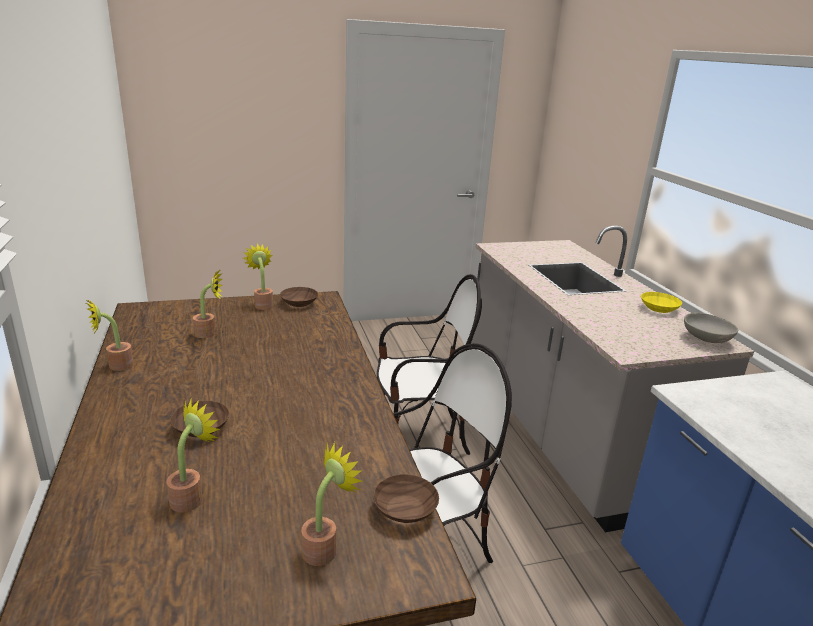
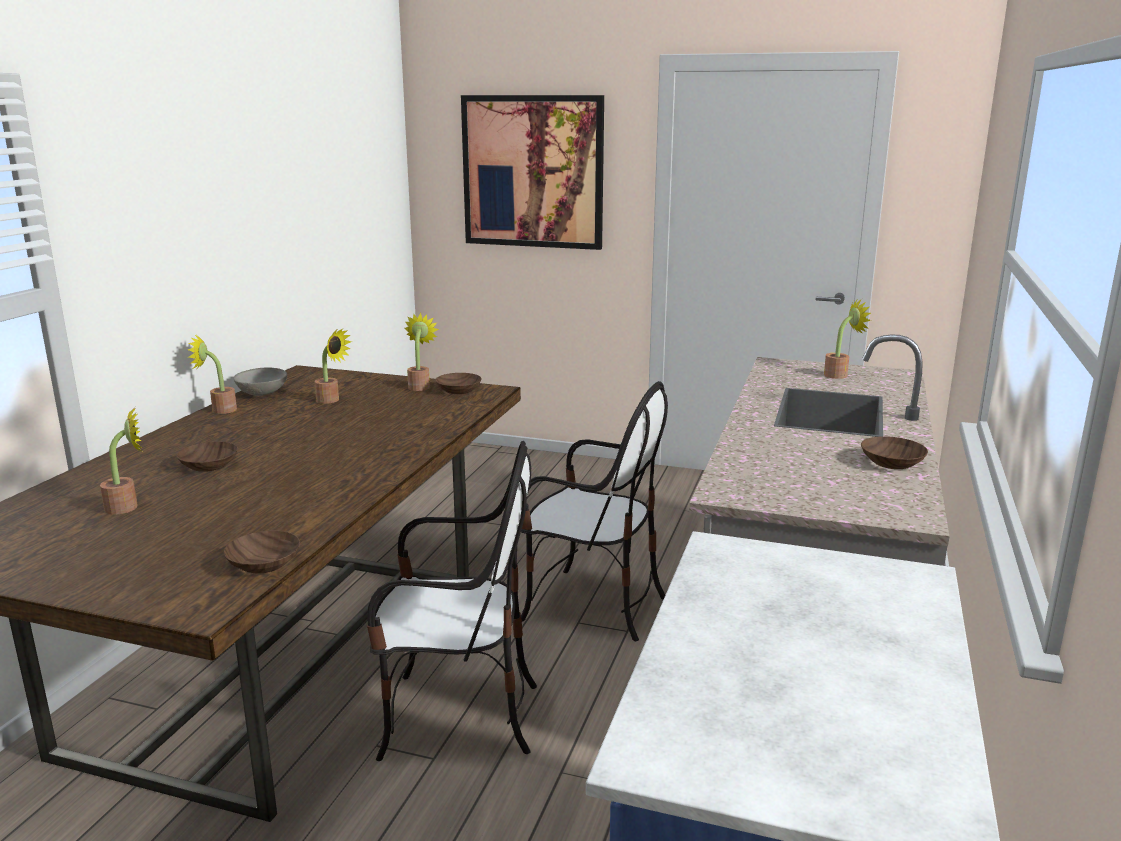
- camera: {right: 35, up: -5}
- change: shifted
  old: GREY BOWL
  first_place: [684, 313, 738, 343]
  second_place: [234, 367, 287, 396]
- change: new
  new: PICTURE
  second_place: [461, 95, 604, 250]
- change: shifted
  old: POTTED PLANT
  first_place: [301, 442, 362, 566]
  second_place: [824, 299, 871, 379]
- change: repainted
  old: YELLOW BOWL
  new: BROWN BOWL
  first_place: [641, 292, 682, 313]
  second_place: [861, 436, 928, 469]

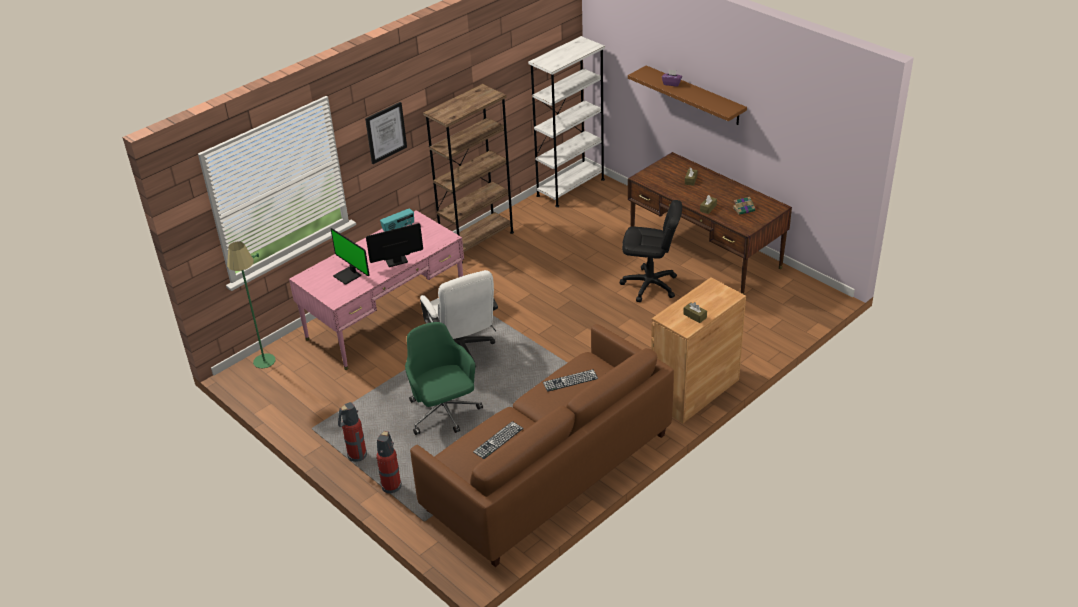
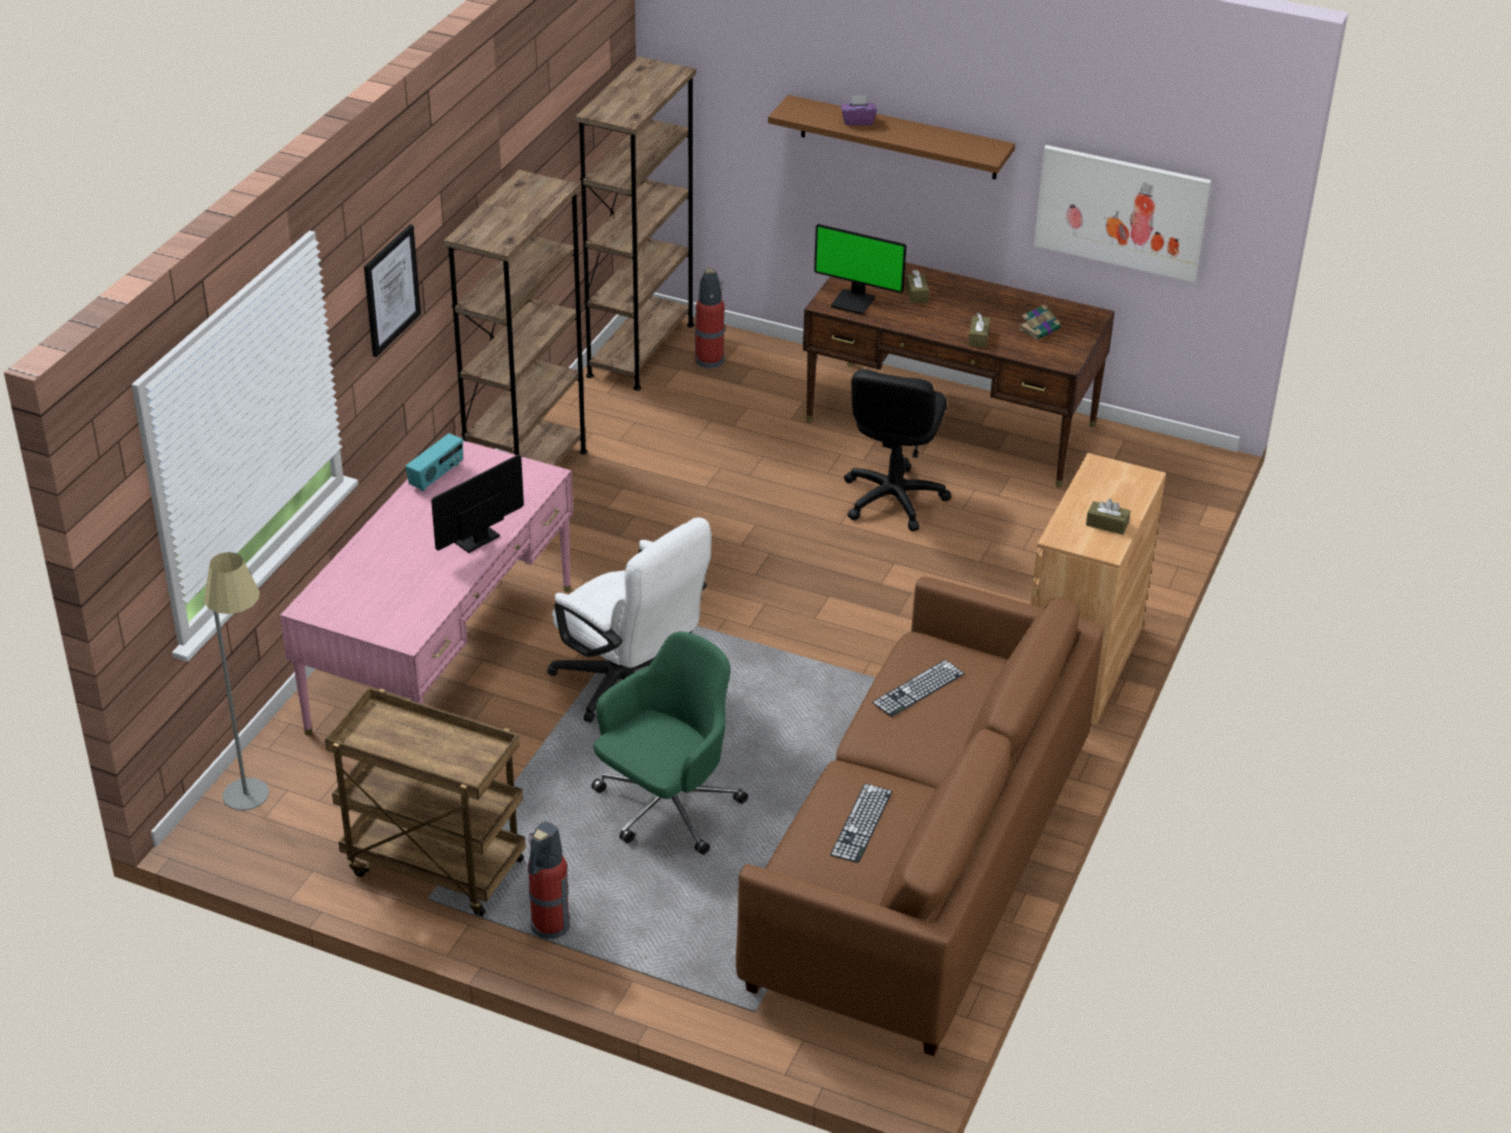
- camera: {right: -25, up: 0}
- change: repainted
  old: GREEN FLOOR LAMP
  new: GREY FLOOR LAMP
  first_place: [227, 242, 276, 368]
  second_place: [204, 552, 269, 811]
- change: new
  new: BROWN CART
  second_place: [325, 688, 526, 916]
- change: repainted
  old: WHITE BOOKCASE
  new: BROWN BOOKCASE
  first_place: [528, 36, 605, 207]
  second_place: [575, 57, 696, 391]
- change: rotated
  old: GREEN OFFICE CHAIR
  first_place: [405, 322, 483, 435]
  second_place: [591, 632, 748, 855]
  degrees: 90
- change: shifted
  old: FIRE EXTINGUISHER
  first_place: [376, 431, 402, 494]
  second_place: [695, 268, 725, 368]
- change: shifted
  old: MONITOR
  first_place: [331, 228, 370, 285]
  second_place: [814, 224, 906, 315]
- change: rotated
  old: BLACK OFFICE CHAIR
  first_place: [620, 200, 682, 302]
  second_place: [844, 369, 951, 531]
  degrees: 120
- change: new
  new: PICTURE
  second_place: [1034, 145, 1211, 282]

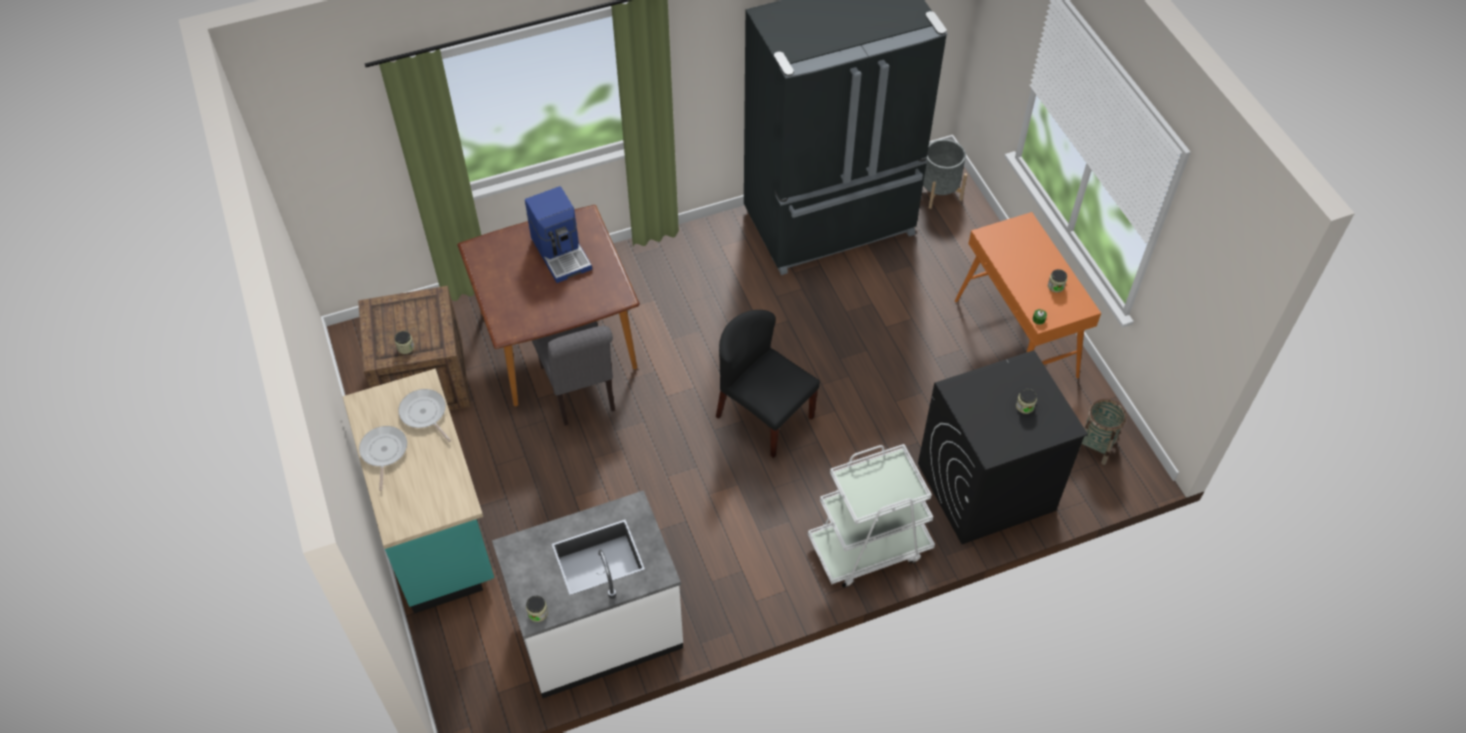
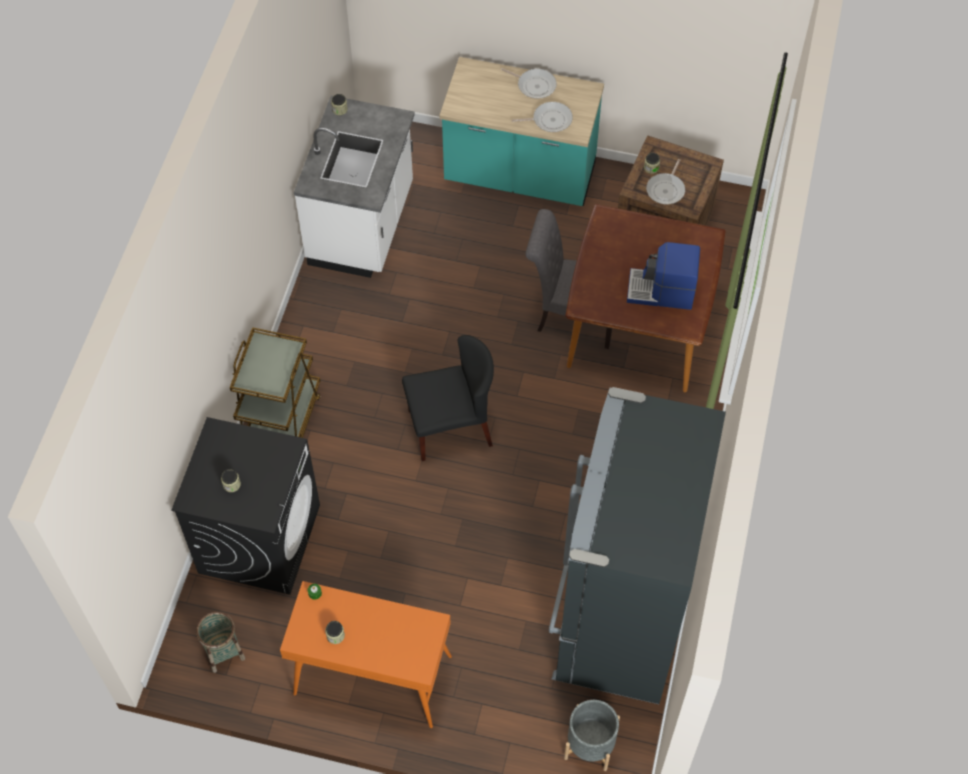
- camera: {right: 125, up: 5}
- change: repainted
  old: WHITE CART
  new: BROWN CART
  first_place: [808, 444, 935, 587]
  second_place: [230, 327, 321, 438]
- change: new
  new: FRYING PAN
  second_place: [646, 159, 685, 205]

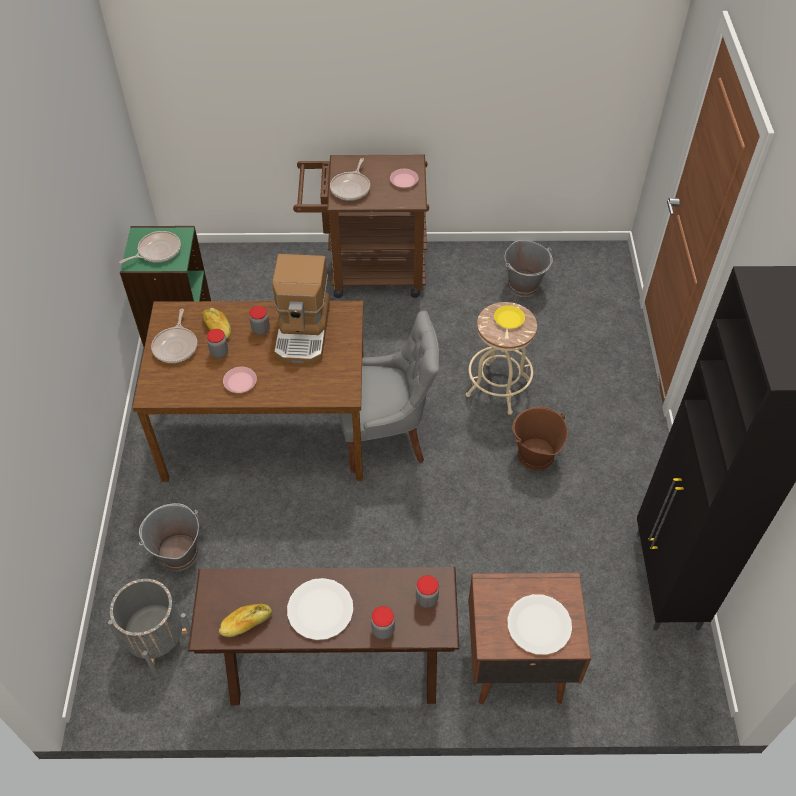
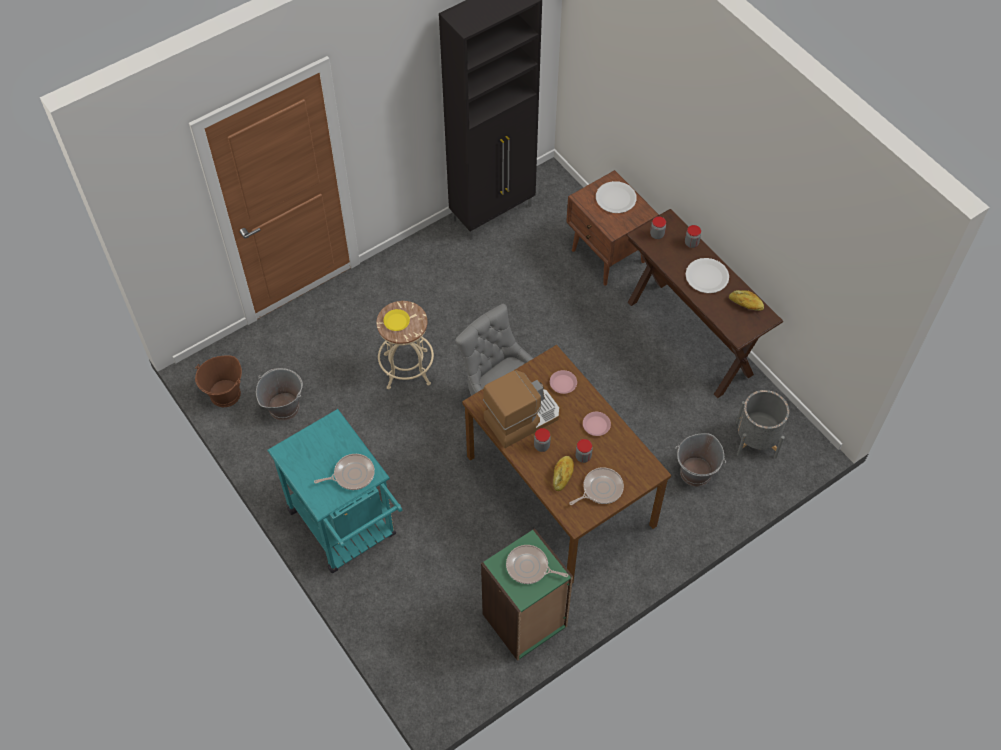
- camera: {right: -125, up: 5}
- change: shifted
  old: BROWN BUCKET
  first_place: [512, 407, 568, 471]
  second_place: [195, 355, 242, 407]
- change: repainted
  old: BROWN CART
  new: TURQUOISE CART
  first_place: [293, 155, 429, 298]
  second_place: [267, 409, 402, 573]
- change: shifted
  old: PINK PLATE
  first_place: [390, 169, 419, 188]
  second_place: [550, 370, 577, 394]

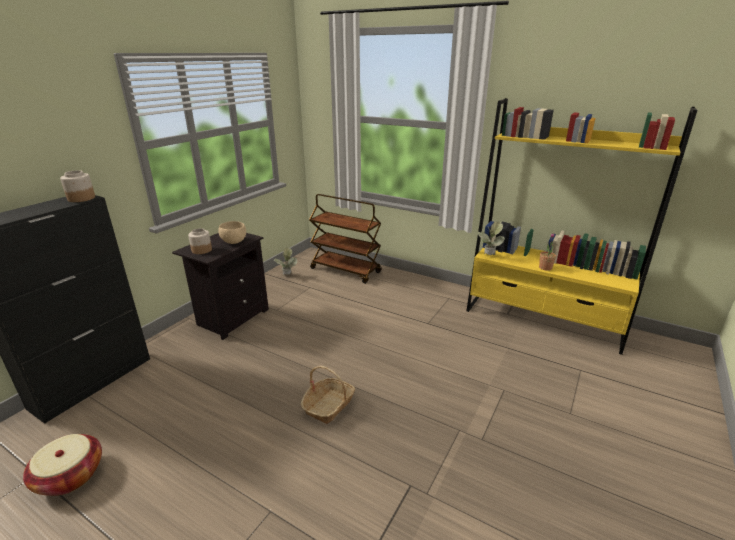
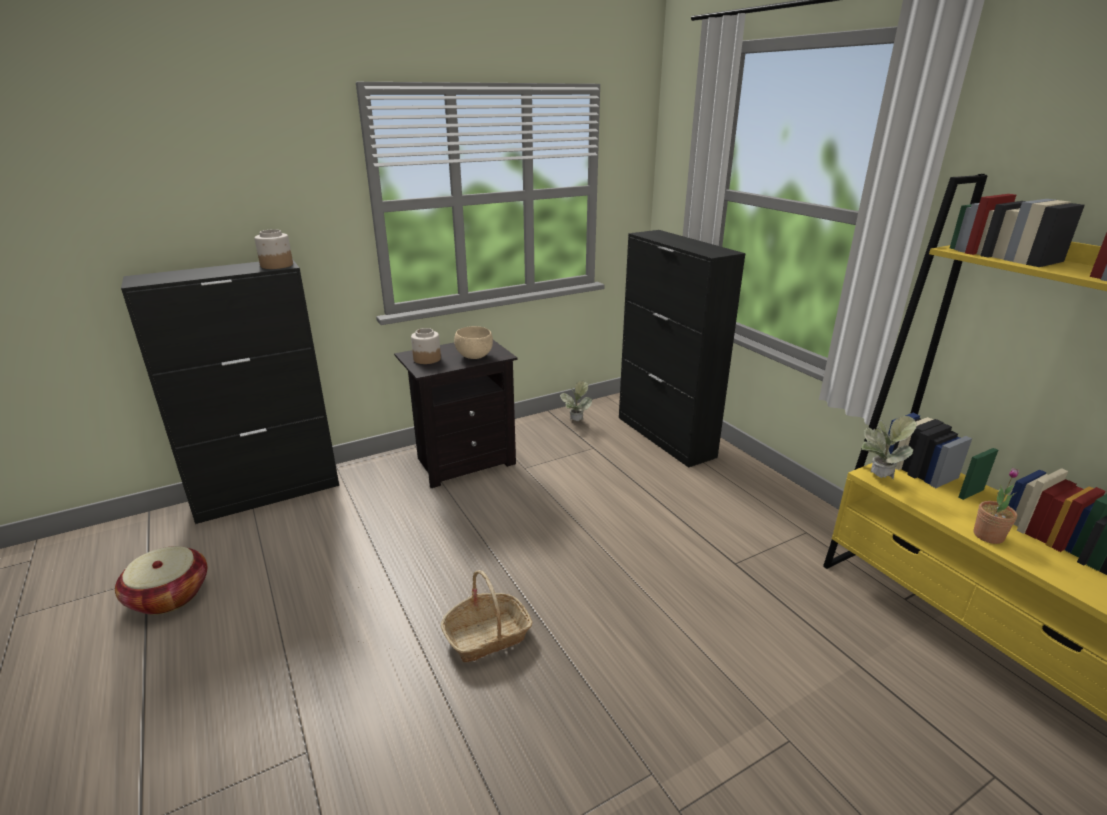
- camera: {right: 30, up: 0}
- change: swapped
  old: BROWN CART
  new: BLACK CABINET
  first_place: [309, 194, 382, 284]
  second_place: [619, 230, 746, 468]

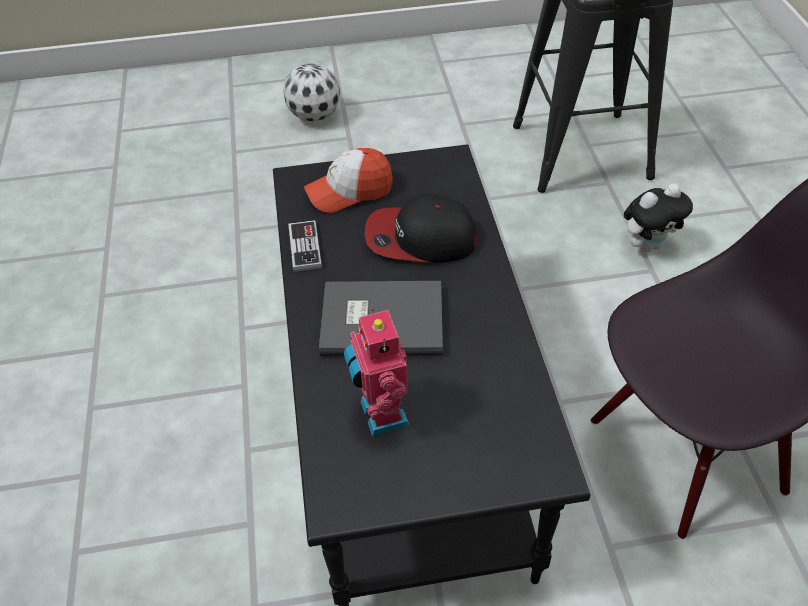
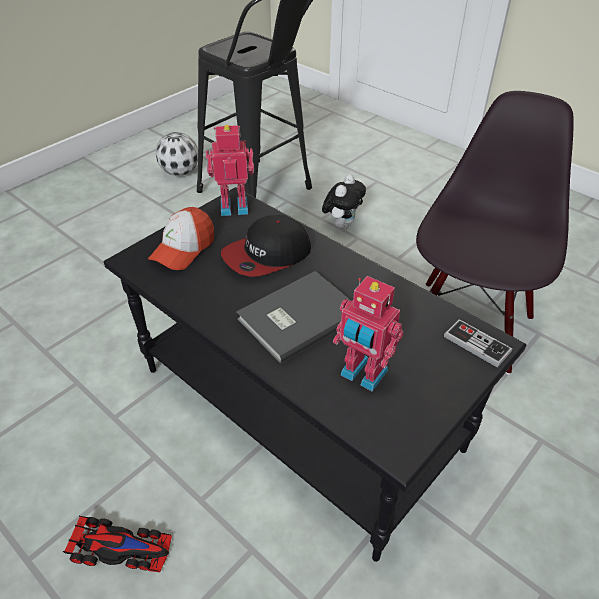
- camera: {right: -40, up: -5}
- change: new
  new: TOY CAR
  second_place: [63, 516, 172, 572]
- change: shifted
  old: FOOTBALL
  first_place: [283, 63, 340, 122]
  second_place: [156, 132, 198, 176]
- change: new
  new: TOY ROBOT
  second_place: [206, 125, 254, 216]
- change: shifted
  old: GAME CONTROLLER
  first_place: [288, 220, 322, 272]
  second_place: [444, 319, 512, 368]

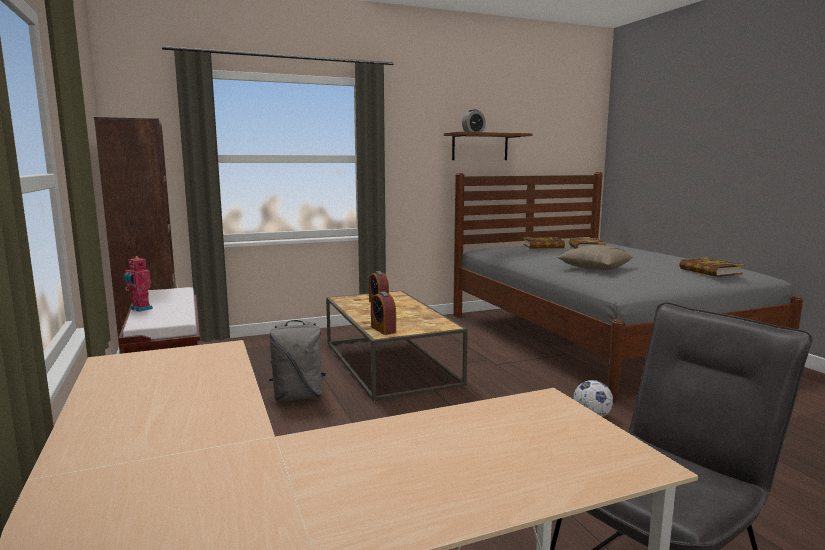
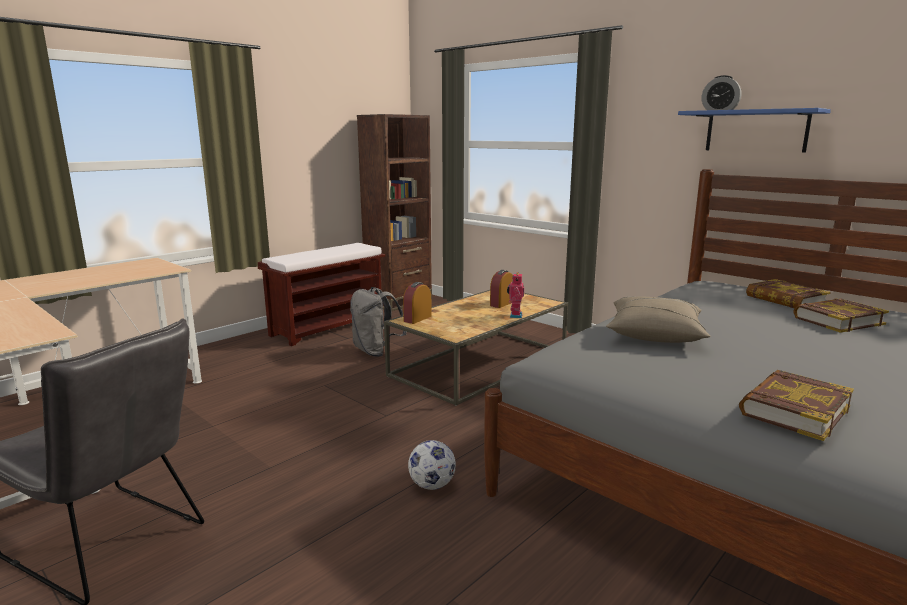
- camera: {right: 65, up: 5}
- change: shifted
  old: TOY ROBOT
  first_place: [124, 256, 153, 312]
  second_place: [507, 273, 524, 318]
- change: repainted
  old: BROWN SHELF
  new: BLUE SHELF
  first_place: [444, 132, 533, 160]
  second_place: [678, 108, 831, 152]

